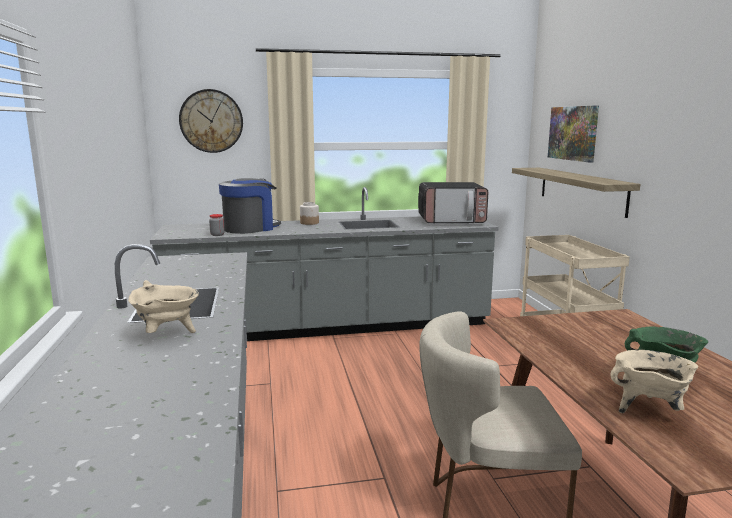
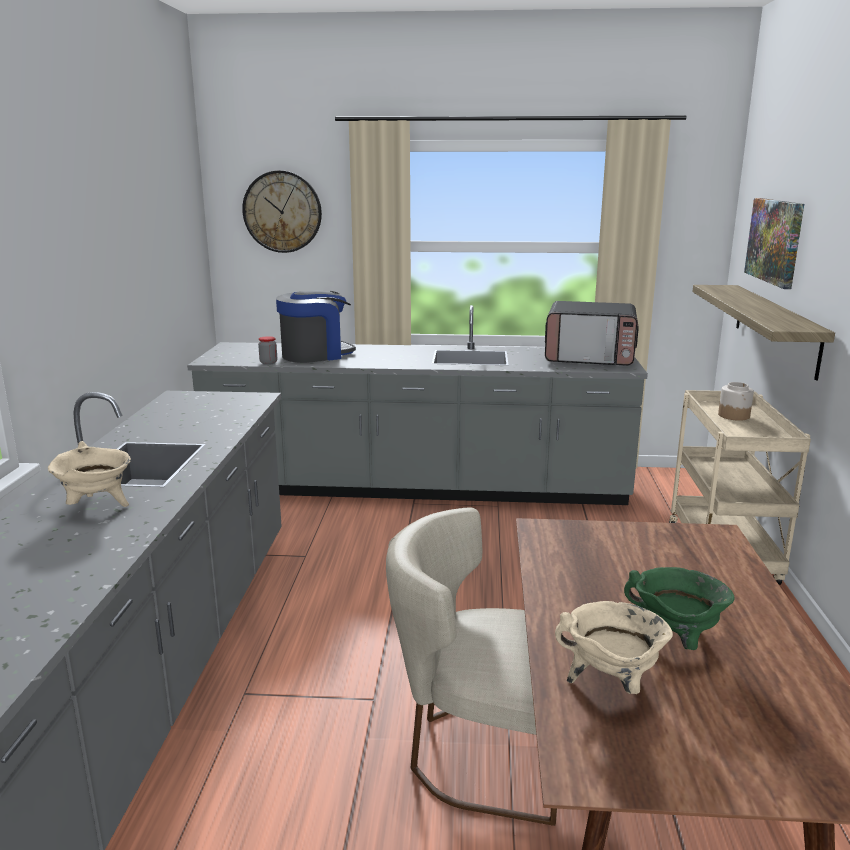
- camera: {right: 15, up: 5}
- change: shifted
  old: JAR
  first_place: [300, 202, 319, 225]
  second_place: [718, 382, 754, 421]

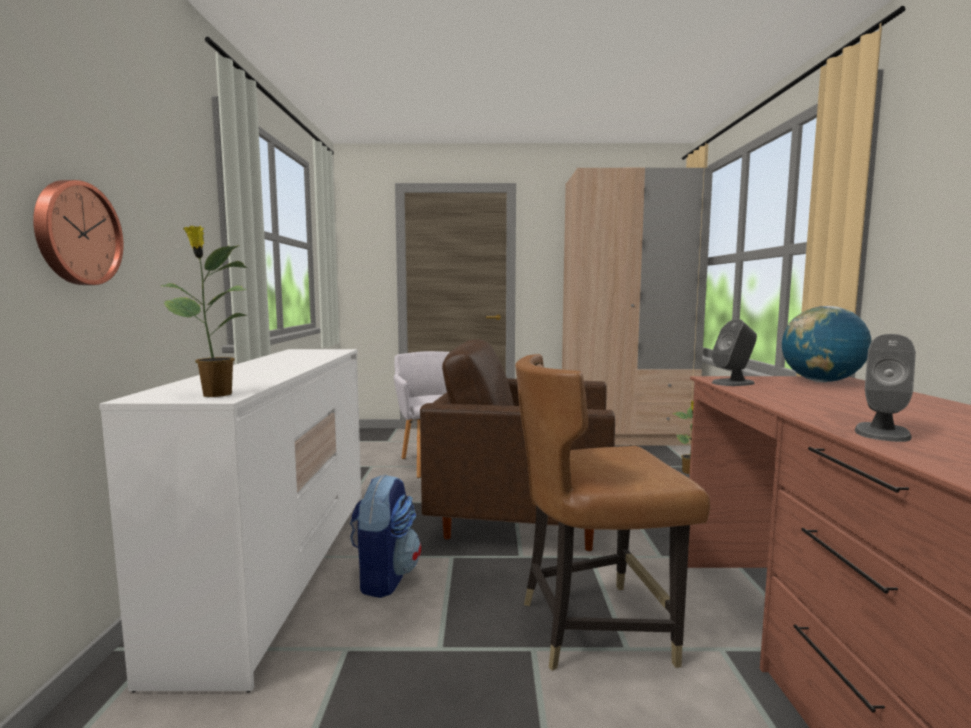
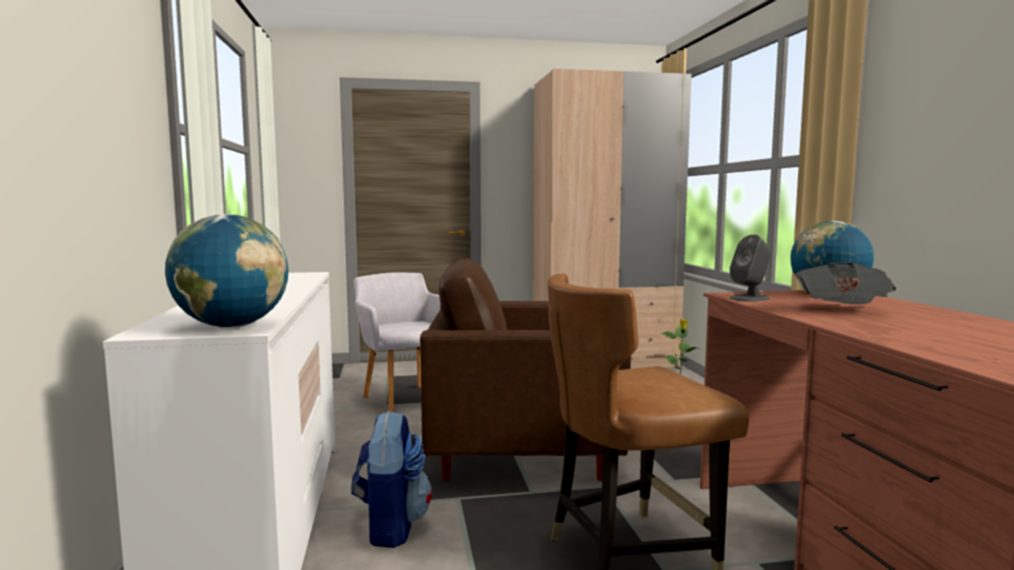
- camera: {right: -10, up: 0}
- change: swapped
  old: POTTED PLANT
  new: GLOBE
  first_place: [161, 226, 247, 397]
  second_place: [165, 214, 289, 327]
- change: new
  new: NEWSPAPER
  second_place: [795, 262, 896, 305]
- change: gone
  old: WALL CLOCK
  first_place: [33, 180, 124, 285]
- change: gone
  old: GREY SPEAKER
  first_place: [855, 334, 916, 442]

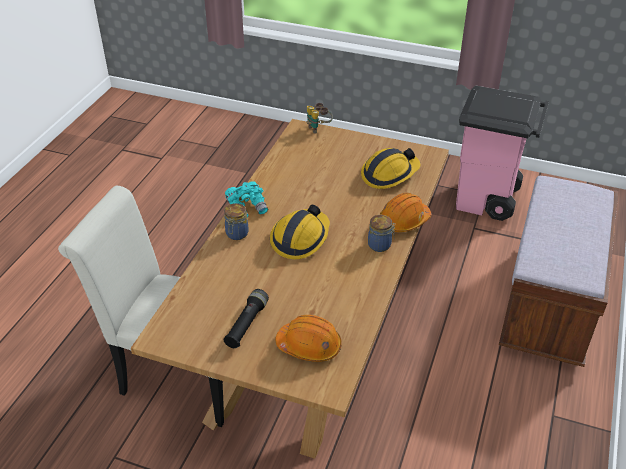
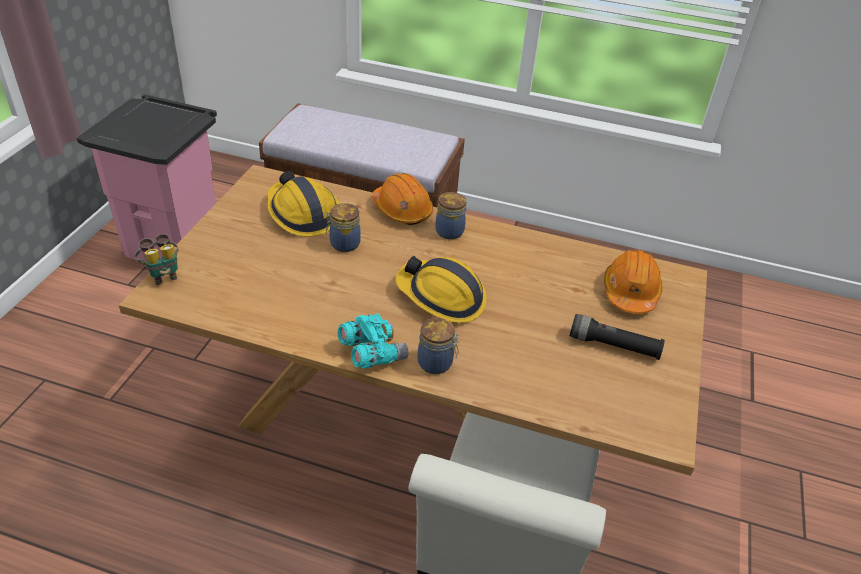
- camera: {right: -95, up: 0}
- change: new
  new: JAR
  second_place: [326, 203, 361, 252]

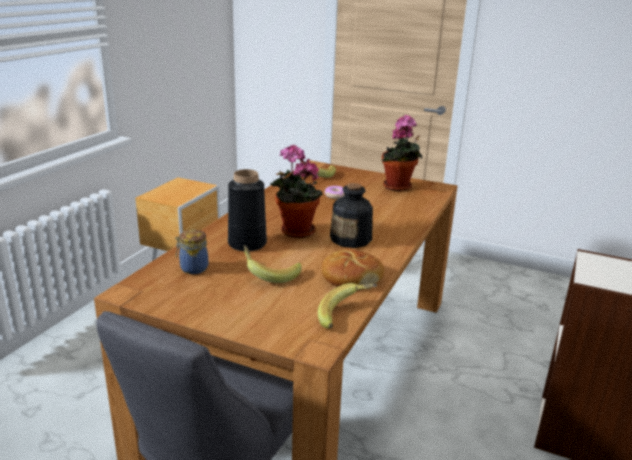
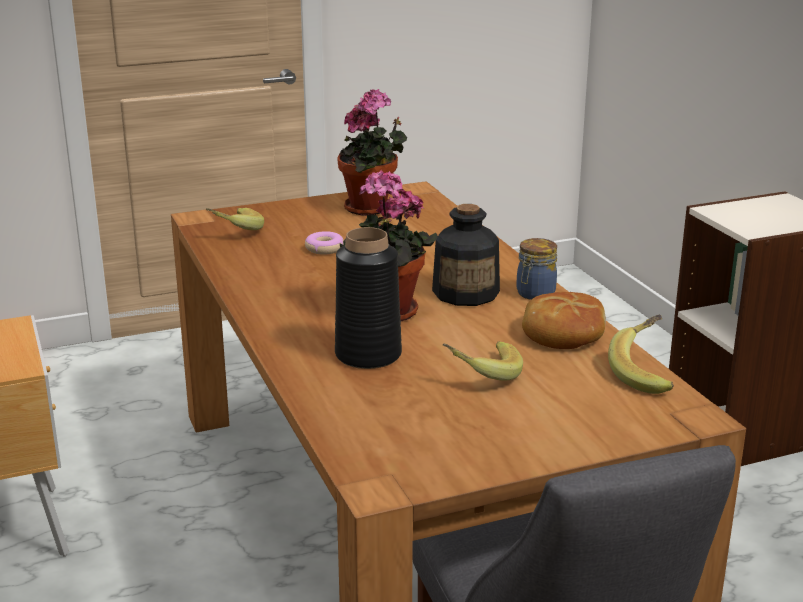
- camera: {right: -45, up: 0}
- change: shifted
  old: JAR
  first_place: [175, 230, 208, 274]
  second_place: [516, 238, 557, 300]

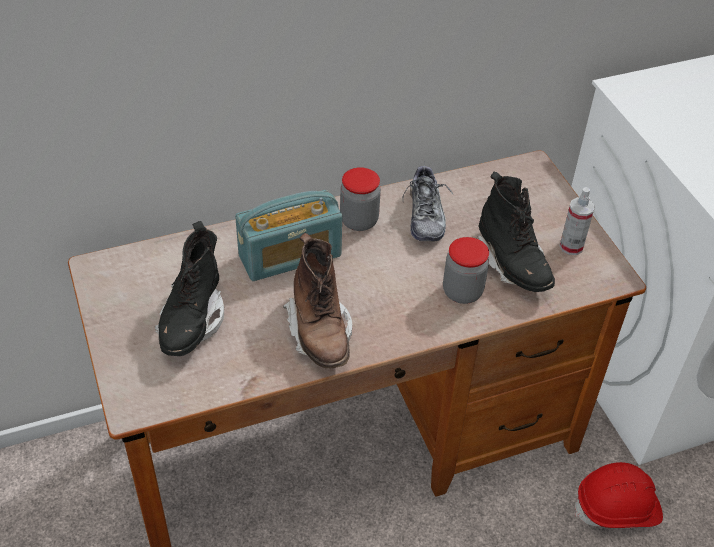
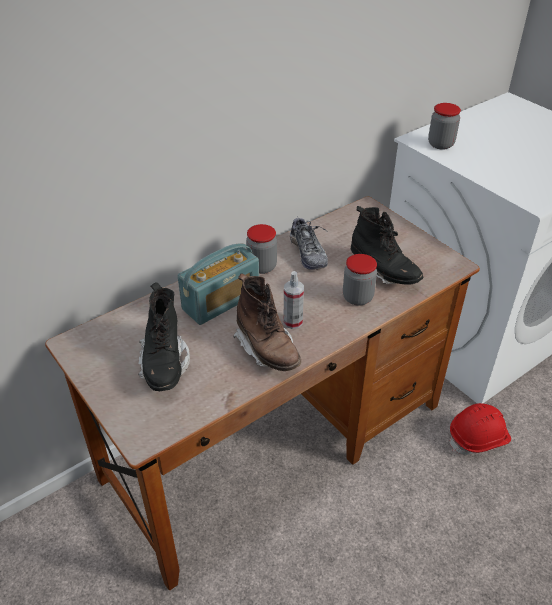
- camera: {right: -15, up: -5}
- change: shifted
  old: SPRAY BOTTLE
  first_place: [560, 187, 595, 255]
  second_place: [283, 271, 304, 329]
- change: new
  new: JAR
  second_place: [428, 103, 461, 150]

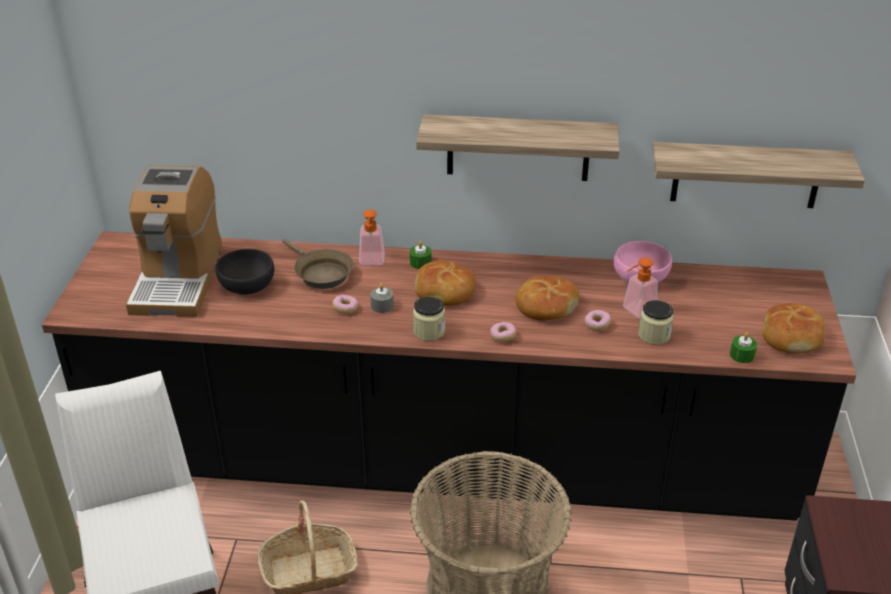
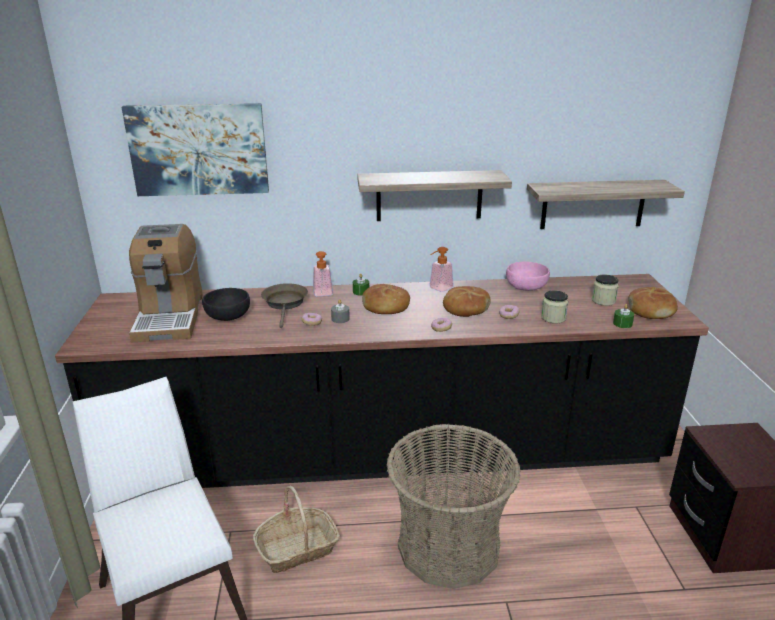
- camera: {right: -10, up: -10}
- change: new
  new: PICTURE
  second_place: [122, 103, 269, 196]
- change: rotated
  old: BROWN FRYING PAN
  first_place: [283, 239, 354, 289]
  second_place: [261, 283, 308, 328]
  degrees: -135
- change: shifted
  old: SOAP DISPENSER
  first_place: [623, 258, 658, 318]
  second_place: [429, 247, 454, 292]
- change: shifted
  old: JAR
  first_place: [413, 296, 445, 341]
  second_place: [592, 275, 619, 306]

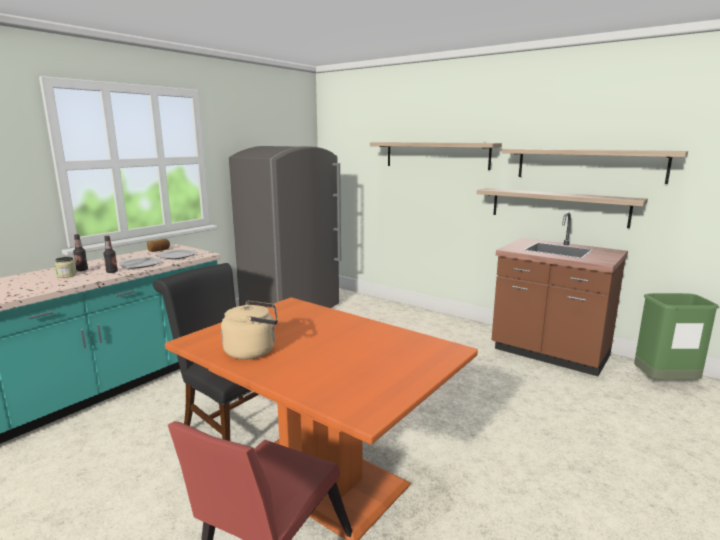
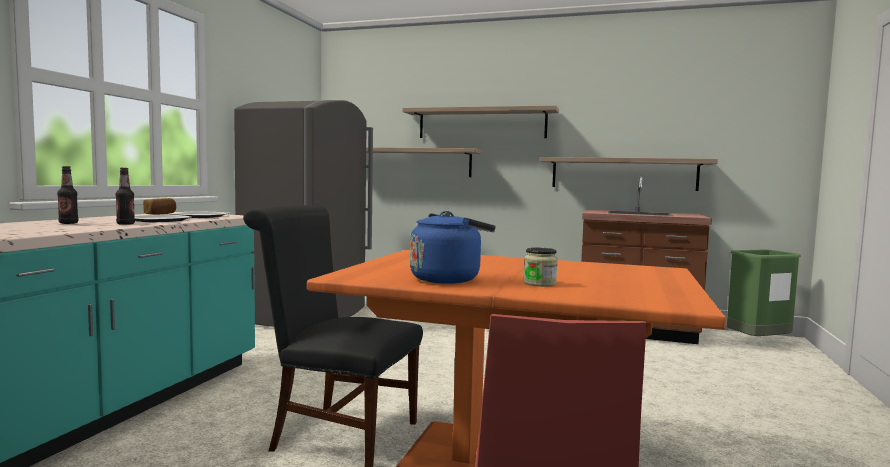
- camera: {right: -20, up: -10}
- change: shifted
  old: SHELF
  first_place: [502, 149, 688, 184]
  second_place: [366, 147, 482, 177]
- change: repainted
  old: BEIGE KETTLE
  new: BLUE KETTLE
  first_place: [221, 301, 278, 359]
  second_place: [410, 211, 496, 284]
- change: shifted
  old: JAR
  first_place: [55, 257, 77, 278]
  second_place: [523, 248, 558, 287]

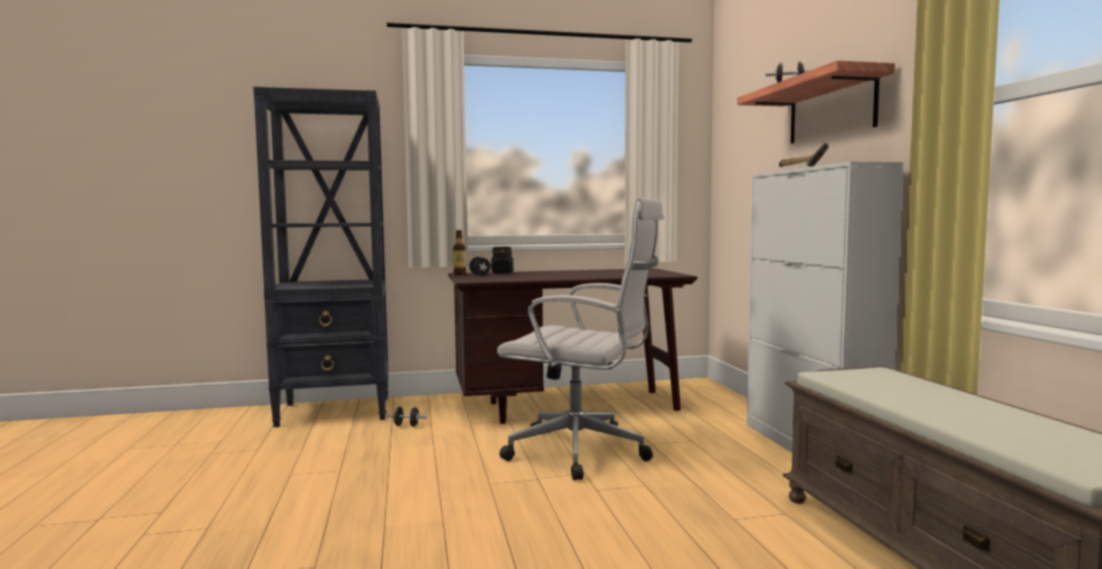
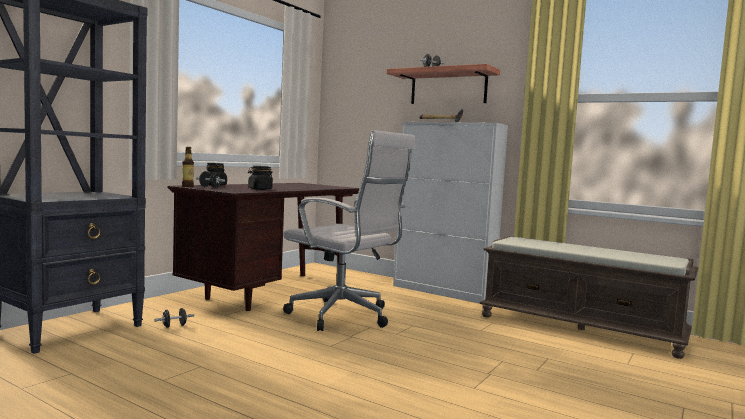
- camera: {right: -45, up: 0}
- change: new
  new: BLACK JAR
  second_place: [248, 166, 273, 190]
- change: rotated
  old: WHITE OFFICE CHAIR
  first_place: [497, 198, 663, 481]
  second_place: [283, 130, 415, 331]
  degrees: 60

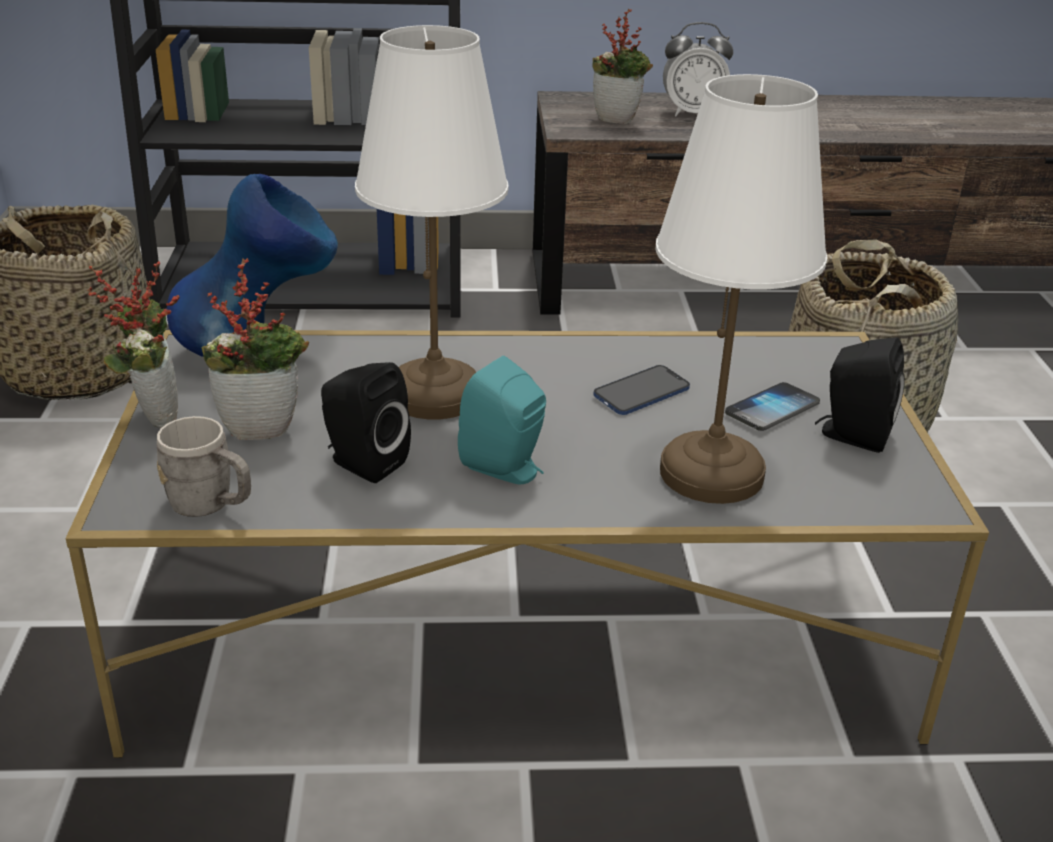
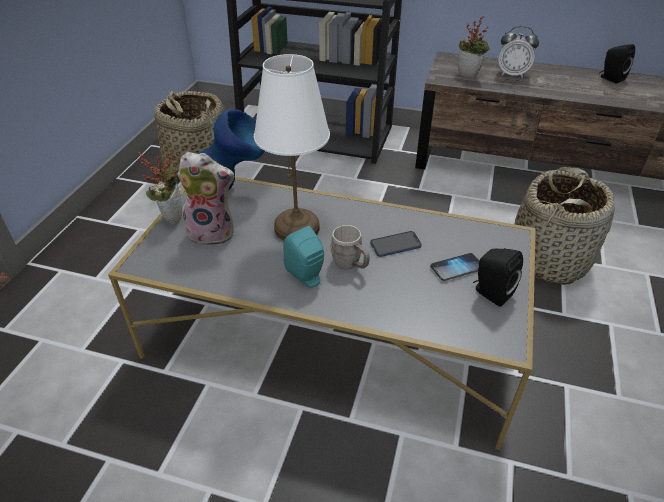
- camera: {right: 20, up: 10}
- change: swapped
  old: POTTED PLANT
  new: PLUSH TOY
  first_place: [201, 258, 309, 440]
  second_place: [177, 152, 235, 246]
- change: shifted
  old: GREY MUG
  first_place: [157, 416, 251, 517]
  second_place: [331, 225, 370, 269]
- change: shifted
  old: BLACK SPEAKER
  first_place: [321, 362, 411, 483]
  second_place: [599, 44, 635, 84]
- change: gone
  old: WHITE TABLE LAMP
  first_place: [656, 74, 827, 504]

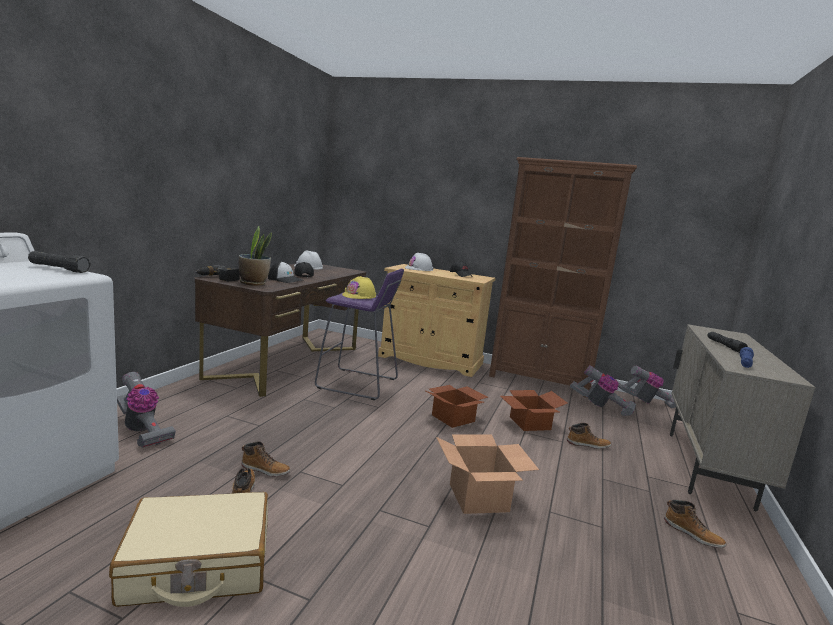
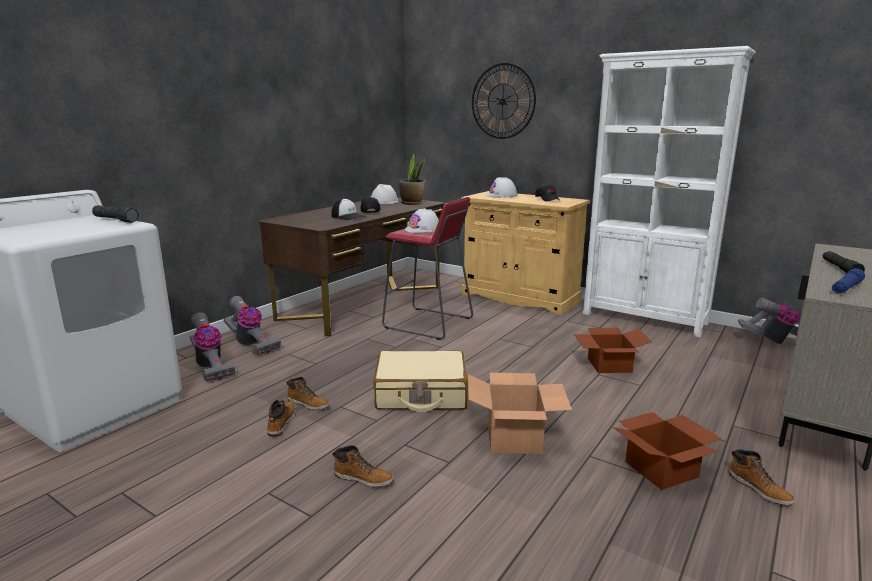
- camera: {right: 15, up: 5}
- change: shifted
  old: VACUUM CLEANER
  first_place: [570, 365, 636, 416]
  second_place: [224, 296, 281, 355]
- change: shifted
  old: BOOT
  first_place: [567, 423, 611, 449]
  second_place: [332, 445, 394, 487]
- change: shifted
  old: BEIGE SUITCASE
  first_place: [109, 492, 268, 607]
  second_place: [373, 351, 468, 412]
- change: repainted
  old: PURPLE STOOL
  new: RED STOOL
  first_place: [315, 269, 404, 400]
  second_place: [382, 197, 473, 340]
- change: shifted
  old: POTTED PLANT
  first_place: [239, 226, 272, 286]
  second_place: [399, 154, 425, 205]
- change: repainted
  old: YELLOW HARD HAT
  new: WHITE HARD HAT
  first_place: [342, 276, 376, 299]
  second_place: [405, 208, 439, 233]
- change: new
  new: WALL CLOCK
  second_place: [472, 63, 536, 139]
- change: repainted
  old: BROWN BOOKCASE
  new: WHITE BOOKCASE
  first_place: [489, 157, 637, 398]
  second_place: [583, 46, 756, 337]
- change: shifted
  old: CARDBOARD BOX
  first_place: [424, 385, 488, 428]
  second_place: [613, 412, 722, 490]
- change: gone
  old: POWER DRILL
  first_place: [195, 265, 240, 281]

